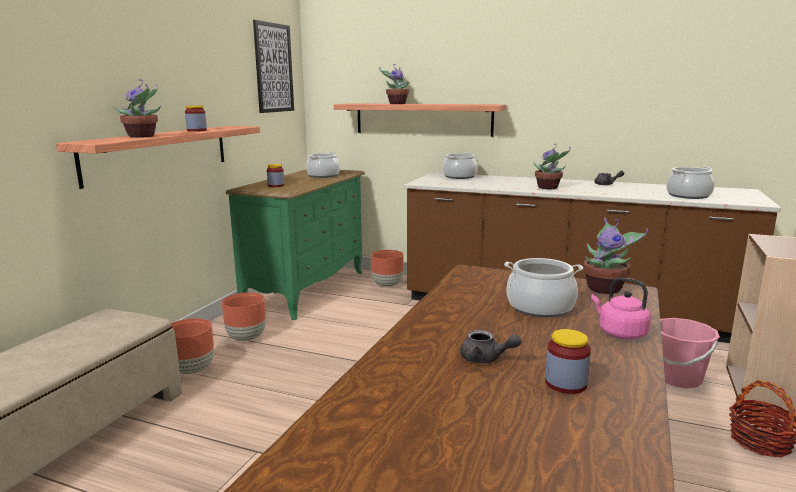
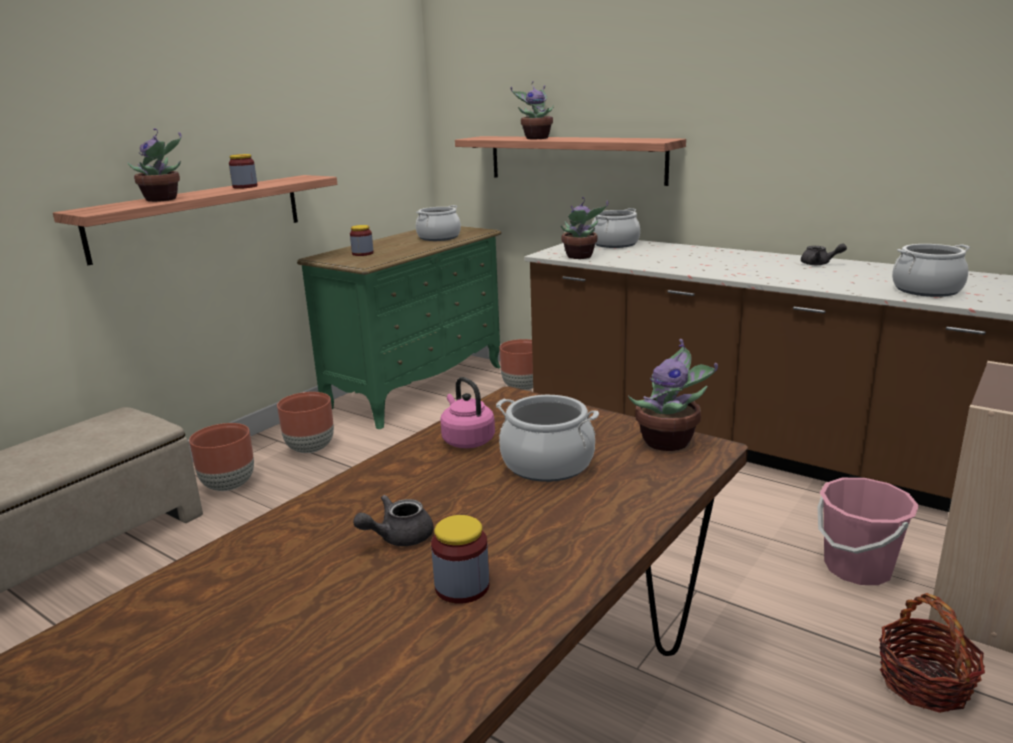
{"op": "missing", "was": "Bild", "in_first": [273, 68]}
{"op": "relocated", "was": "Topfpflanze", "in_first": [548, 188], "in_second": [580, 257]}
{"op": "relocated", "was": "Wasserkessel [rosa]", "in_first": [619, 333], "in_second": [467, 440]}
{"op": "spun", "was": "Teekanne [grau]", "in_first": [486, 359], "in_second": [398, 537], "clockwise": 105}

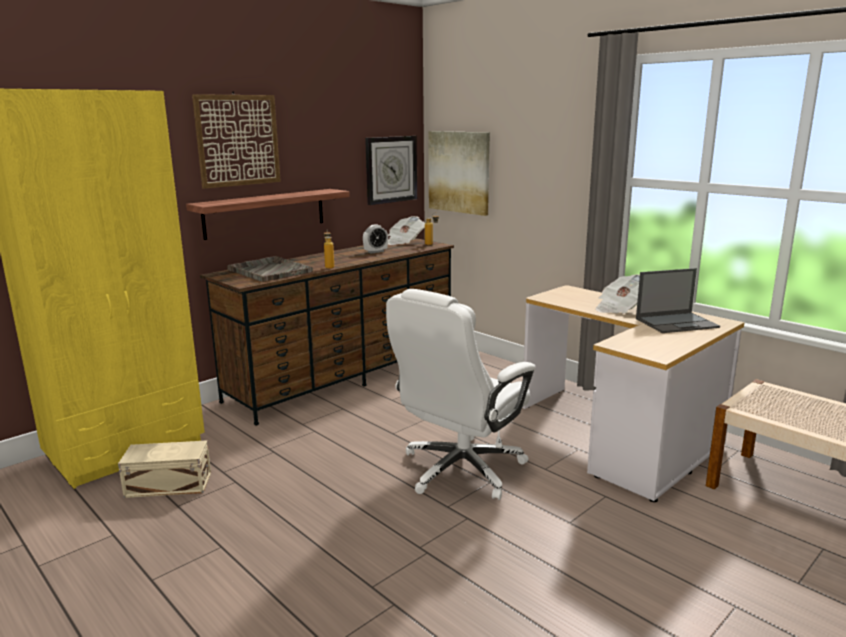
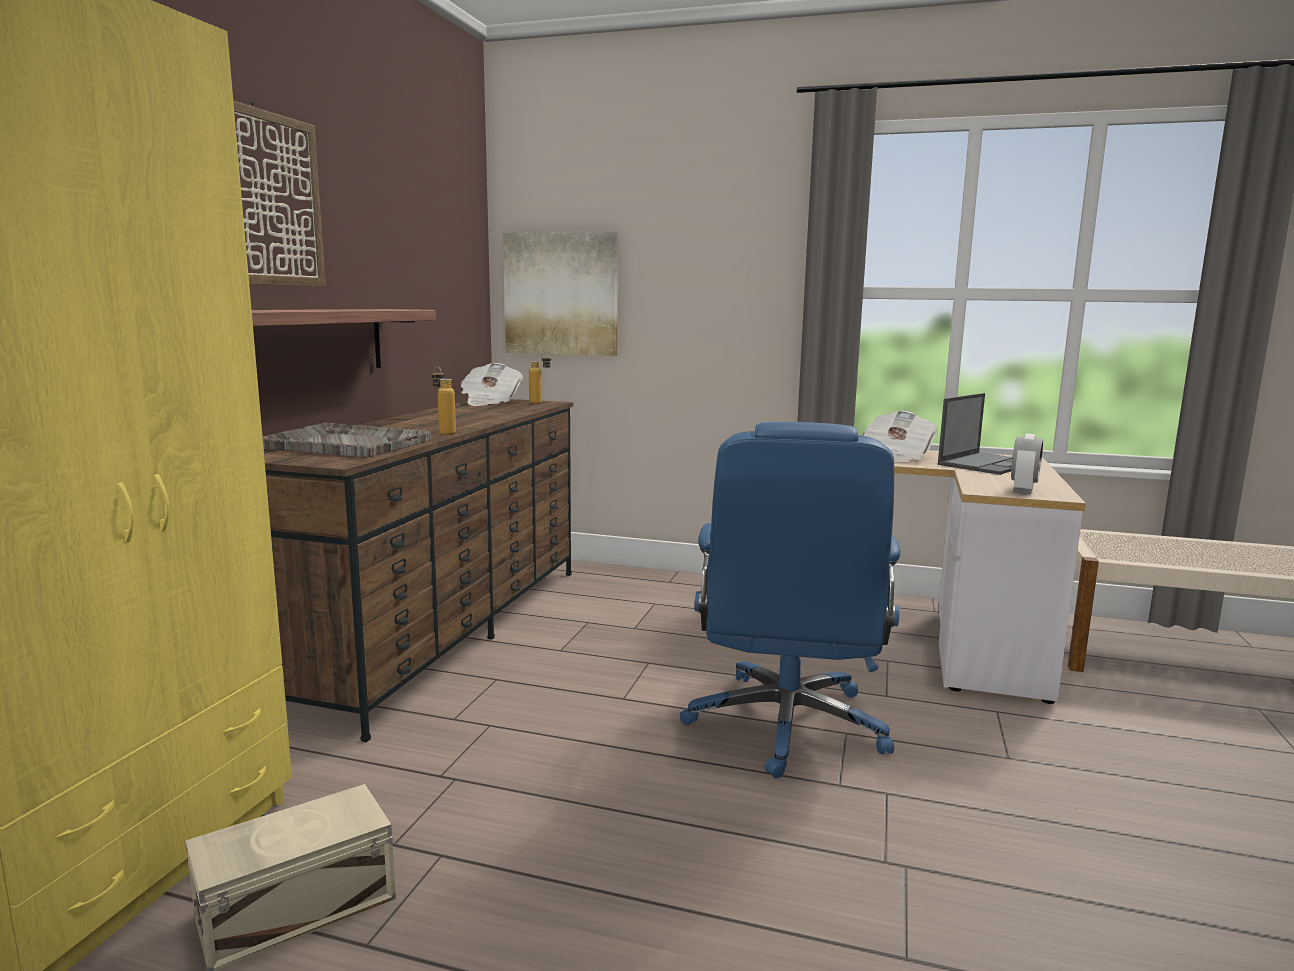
{"op": "missing", "was": "Wanduhr", "in_first": [391, 169]}
{"op": "relocated", "was": "Wecker", "in_first": [375, 252], "in_second": [1023, 490]}
{"op": "colour", "was": "Bürostuhl [weiß]", "now": "Bürostuhl [blau]", "in_first": [460, 470], "in_second": [786, 726]}

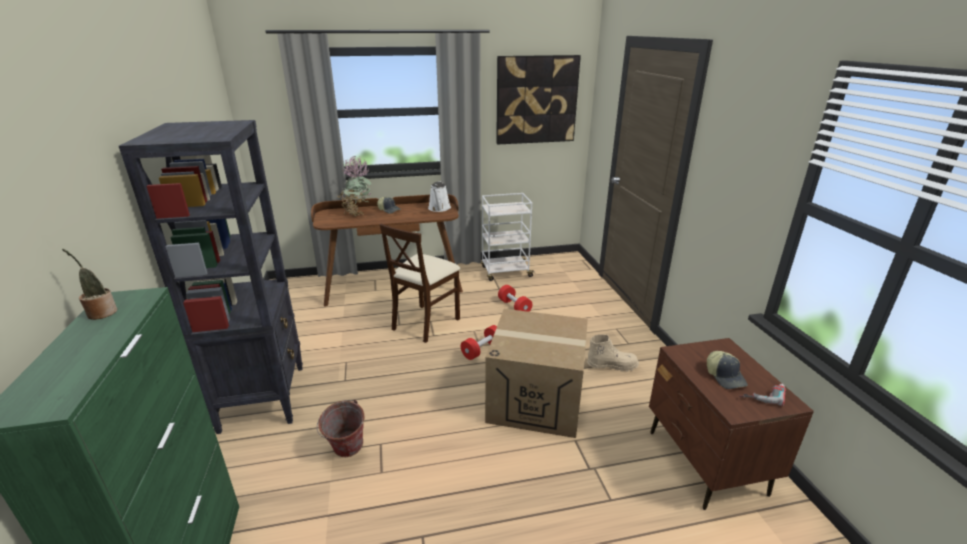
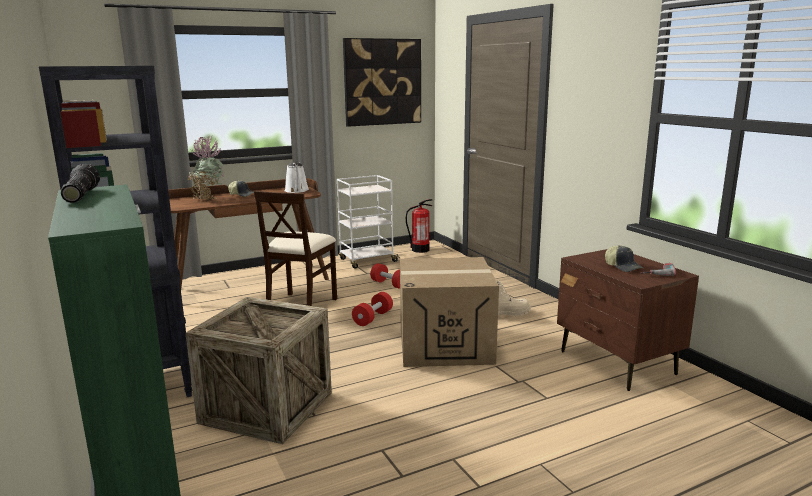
{"op": "appeared", "now": "Feuerlöscher", "in_second": [420, 250]}
{"op": "exchanged", "was": "Topfpflanze", "now": "Taschenlampe", "in_first": [101, 312], "in_second": [80, 195]}
{"op": "exchanged", "was": "Eimer", "now": "Kiste", "in_first": [346, 452], "in_second": [267, 407]}

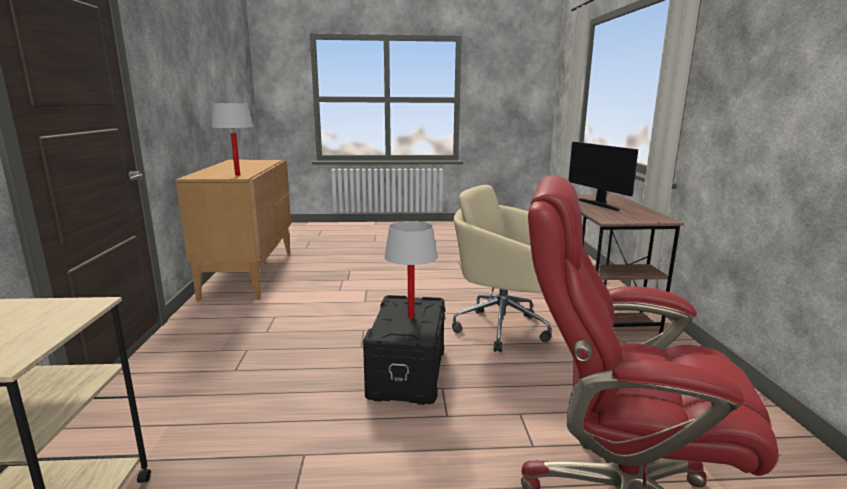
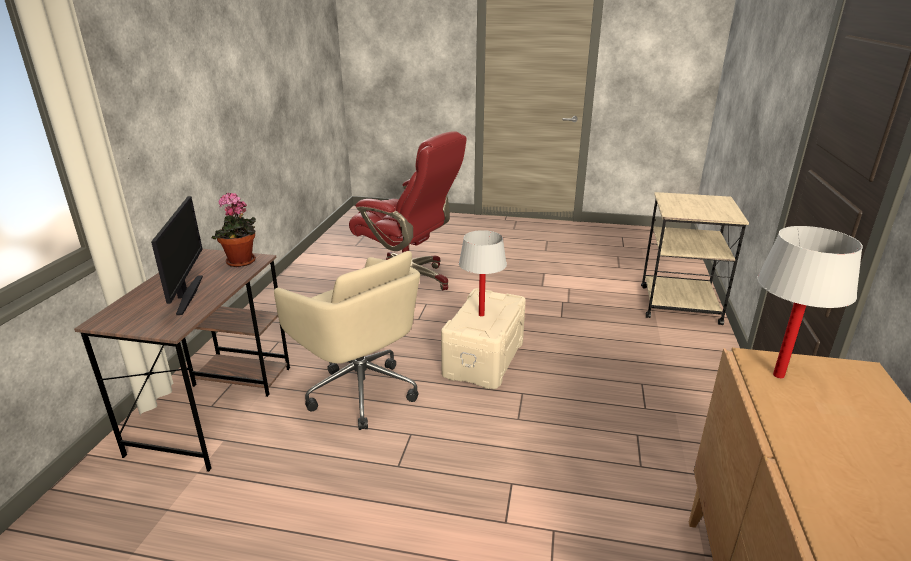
{"op": "appeared", "now": "Topfpflanze", "in_second": [241, 263]}
{"op": "colour", "was": "Aufbewahrungsbox [schwarz]", "now": "Aufbewahrungsbox [beige]", "in_first": [406, 372], "in_second": [485, 359]}

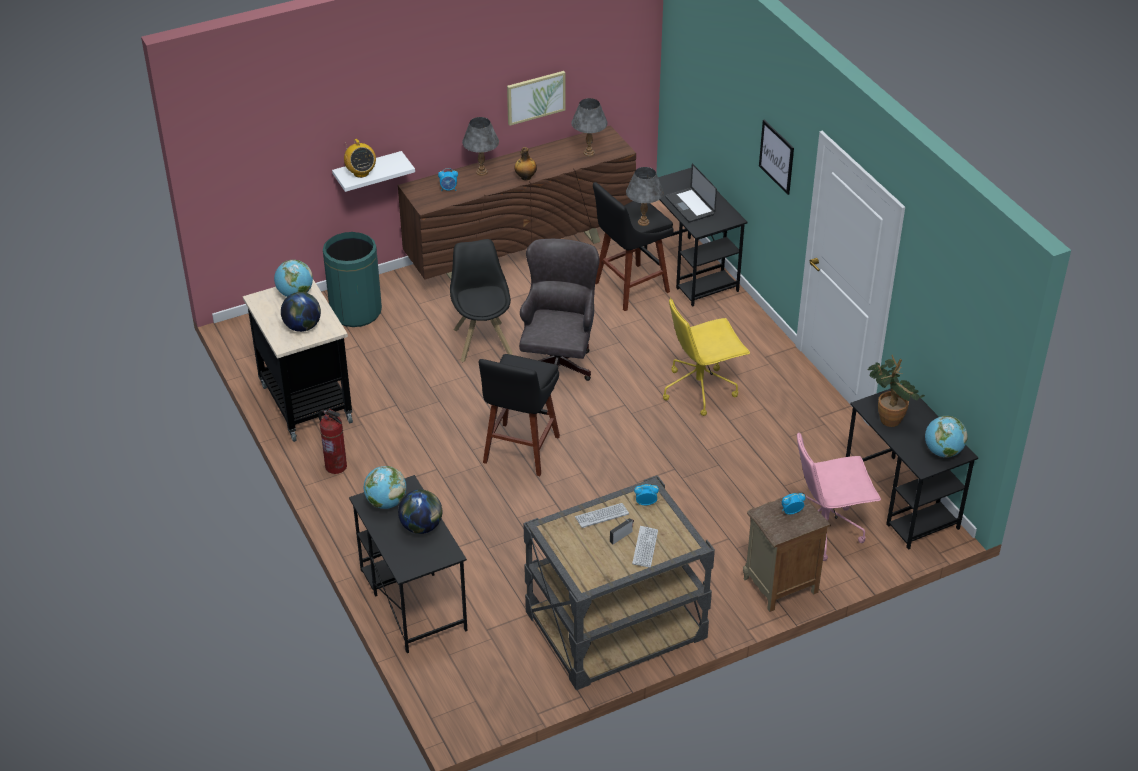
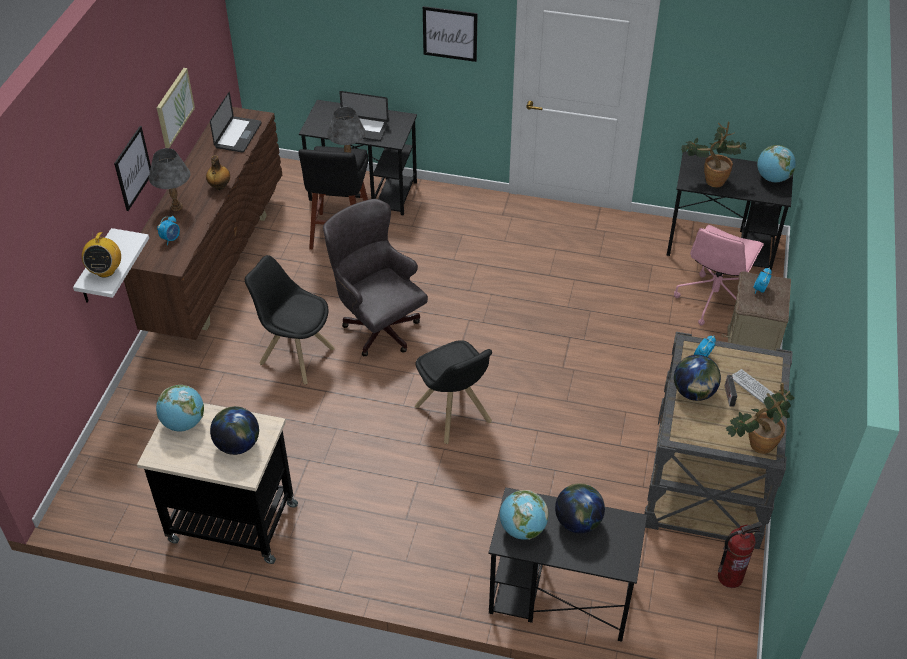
{"op": "missing", "was": "Mülleimer [grün]", "in_first": [355, 311]}
{"op": "missing", "was": "Bürostuhl [gelb]", "in_first": [702, 389]}
{"op": "appeared", "now": "Bild", "in_second": [133, 168]}
{"op": "appeared", "now": "Topfpflanze", "in_second": [755, 445]}
{"op": "relocated", "was": "Feuerlöscher", "in_first": [336, 466], "in_second": [730, 577]}
{"op": "exchanged", "was": "Hocker [schwarz]", "now": "Stuhl [schwarz]", "in_first": [520, 451], "in_second": [453, 414]}
{"op": "exchanged", "was": "Tischlampe [grau]", "now": "Laptop", "in_first": [589, 153], "in_second": [238, 135]}
{"op": "exchanged", "was": "Tastatur", "now": "Globus", "in_first": [601, 516], "in_second": [694, 392]}
{"op": "spun", "was": "Radio", "in_first": [361, 173], "in_second": [105, 271], "clockwise": 75}

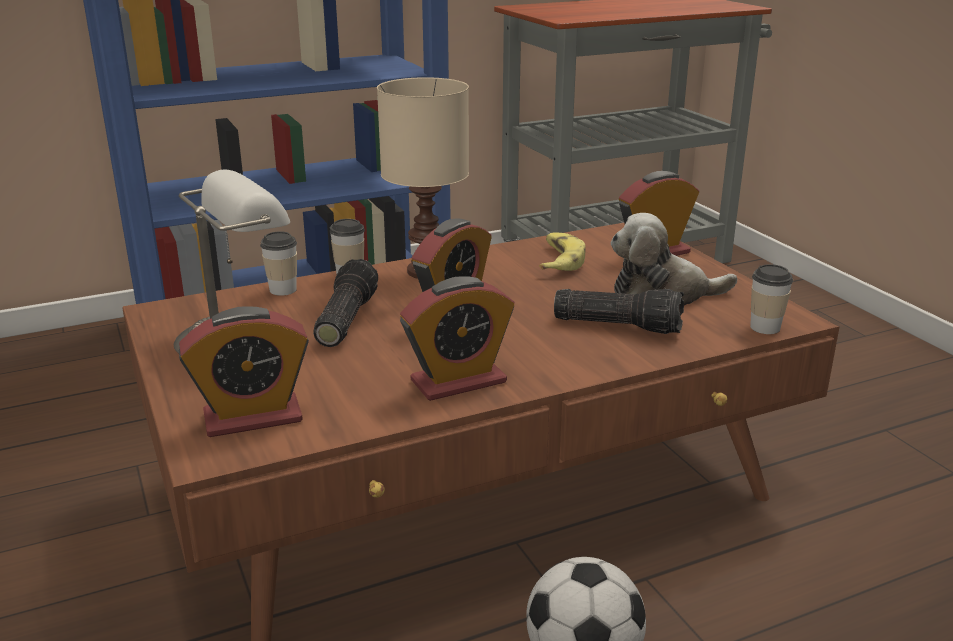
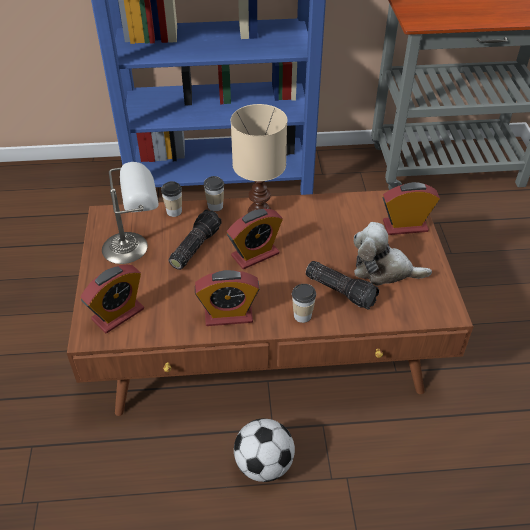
{"op": "missing", "was": "Banane", "in_first": [559, 260]}
{"op": "relocated", "was": "Tasse", "in_first": [765, 327], "in_second": [302, 315]}
{"op": "spun", "was": "Wecker", "in_first": [253, 417], "in_second": [118, 314], "clockwise": -45}

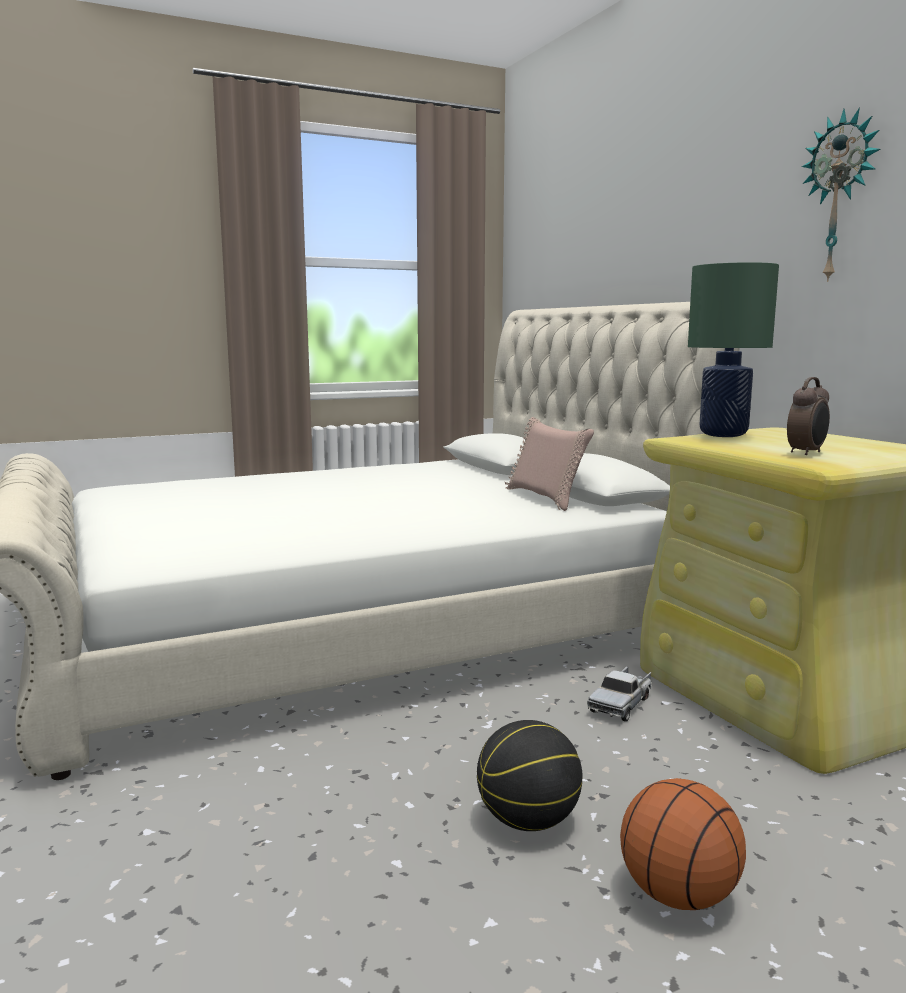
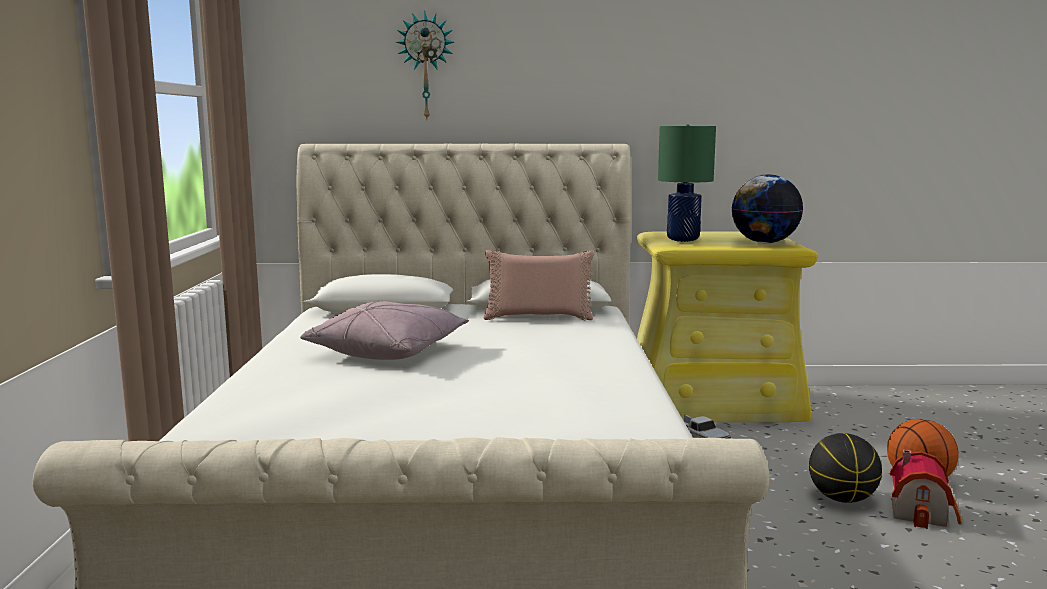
{"op": "appeared", "now": "Kissen [lila]", "in_second": [388, 351]}
{"op": "appeared", "now": "Spielzeughaus", "in_second": [922, 512]}
{"op": "relocated", "was": "Wanduhr", "in_first": [840, 197], "in_second": [426, 67]}
{"op": "exchanged", "was": "Wecker", "now": "Globus", "in_first": [807, 453], "in_second": [764, 242]}

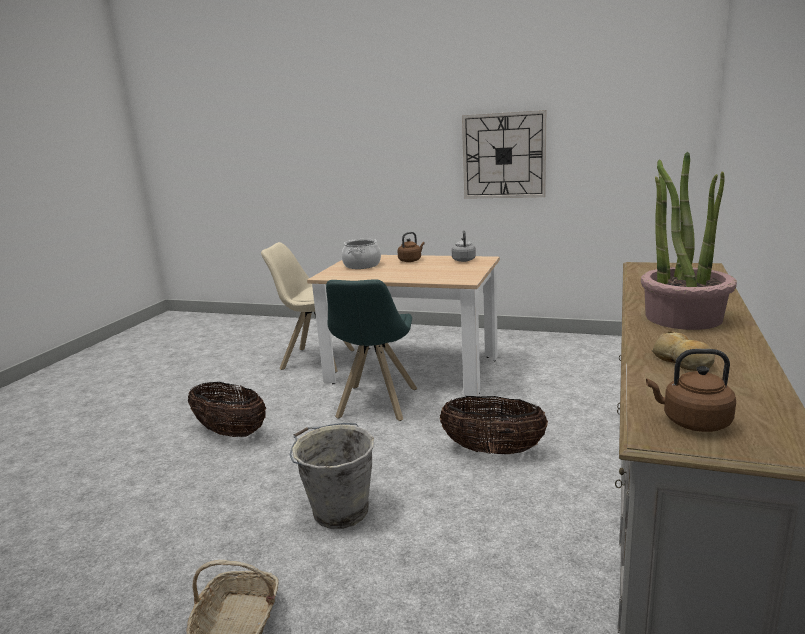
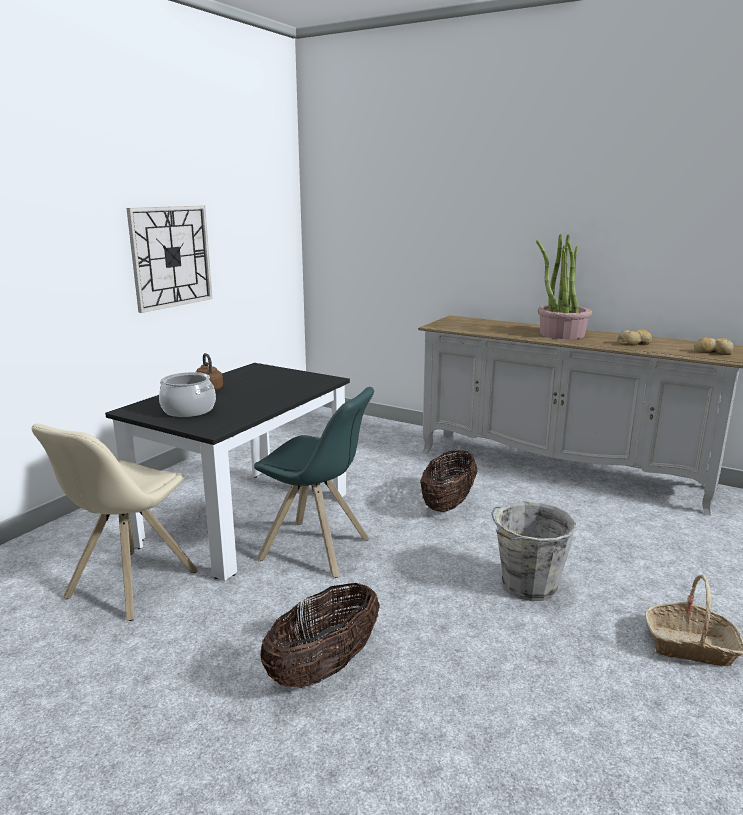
{"op": "missing", "was": "Wasserkessel [grau]", "in_first": [463, 260]}
{"op": "exchanged", "was": "Wasserkessel [braun]", "now": "Brot", "in_first": [692, 422], "in_second": [712, 352]}
{"op": "colour", "was": "Esstisch [beige]", "now": "Esstisch [schwarz]", "in_first": [412, 370], "in_second": [246, 519]}

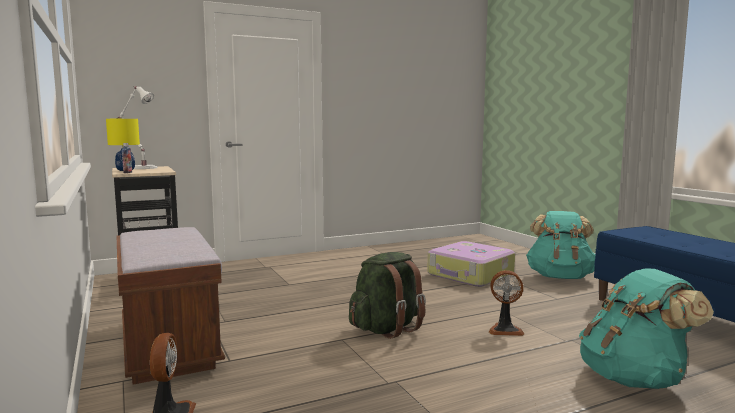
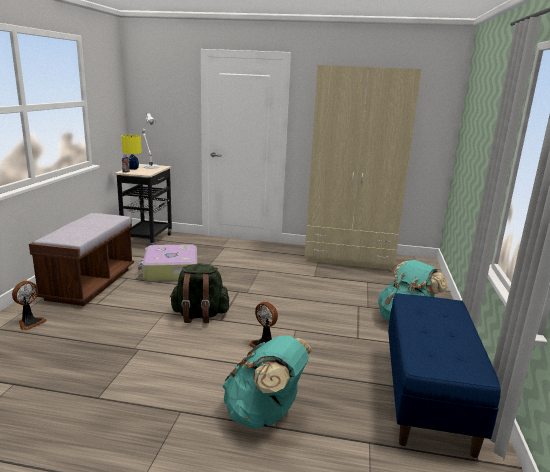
{"op": "appeared", "now": "Kleiderschrank [beige]", "in_second": [349, 258]}
{"op": "relocated", "was": "Koffer", "in_first": [470, 275], "in_second": [170, 271]}

